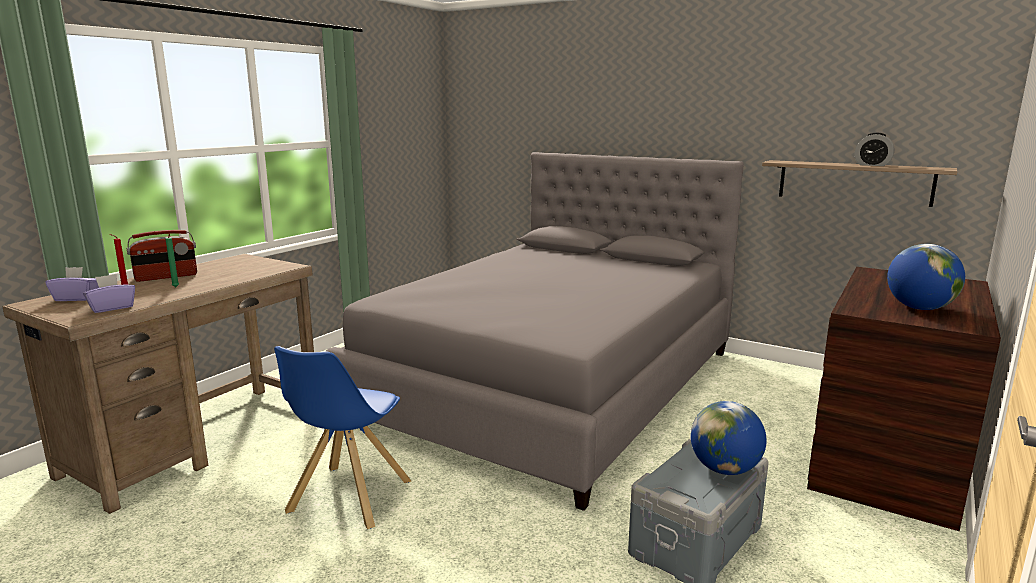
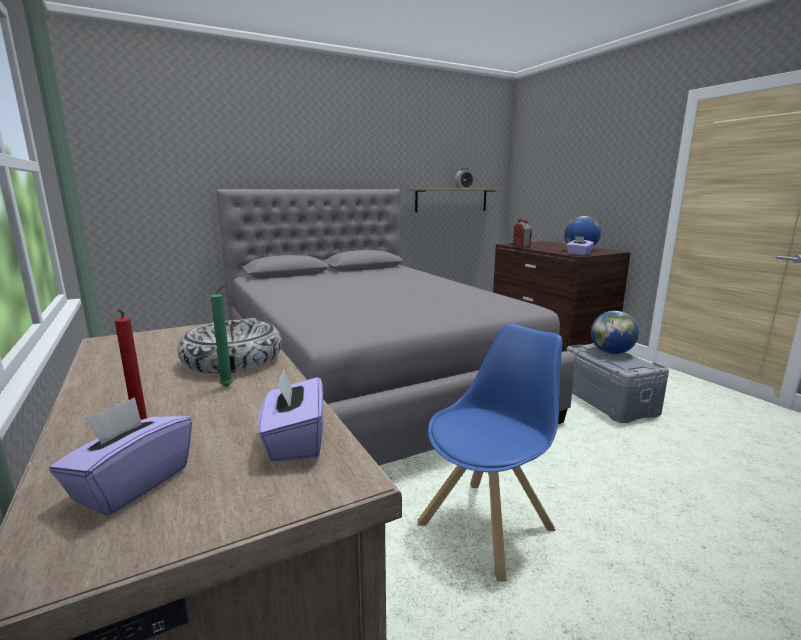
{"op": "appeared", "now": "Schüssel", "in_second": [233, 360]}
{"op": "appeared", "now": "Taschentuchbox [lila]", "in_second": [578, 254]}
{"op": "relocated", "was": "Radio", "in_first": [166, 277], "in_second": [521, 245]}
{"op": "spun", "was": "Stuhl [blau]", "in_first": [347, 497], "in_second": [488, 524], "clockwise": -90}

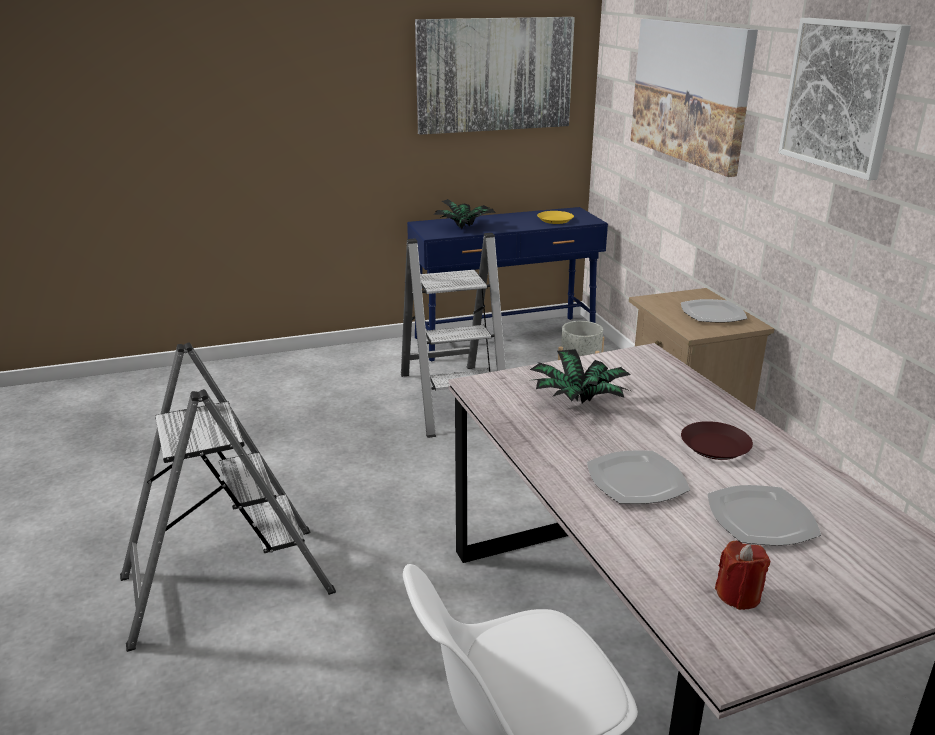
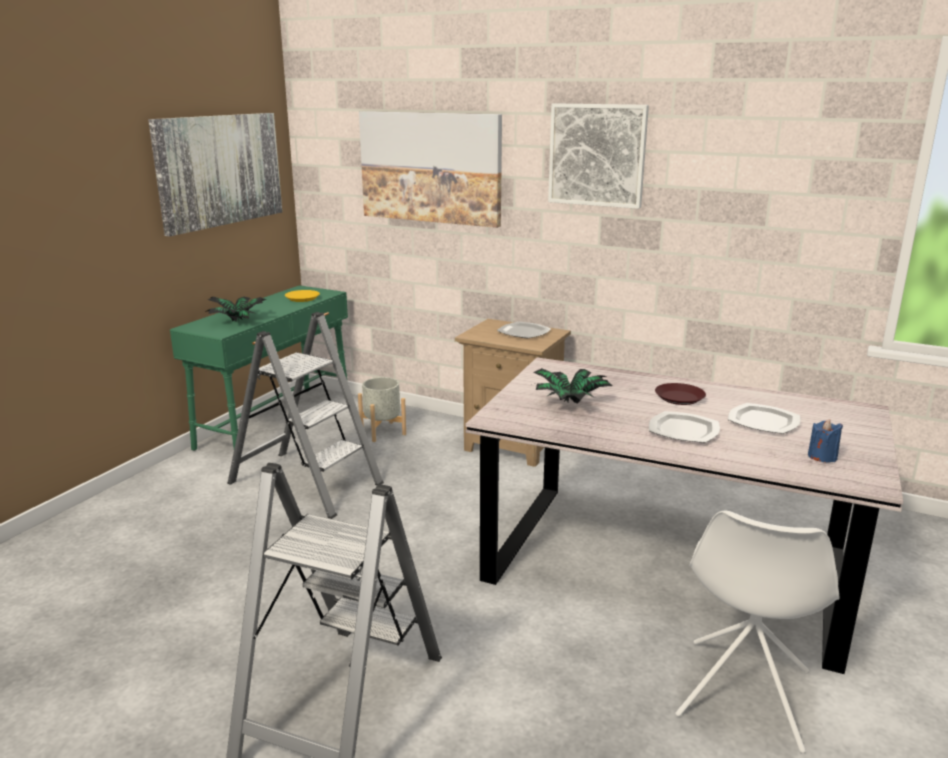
{"op": "colour", "was": "Konsolentisch [blau]", "now": "Konsolentisch [grün]", "in_first": [505, 339], "in_second": [277, 423]}
{"op": "colour", "was": "Kerze [rot]", "now": "Kerze [blau]", "in_first": [738, 595], "in_second": [822, 457]}

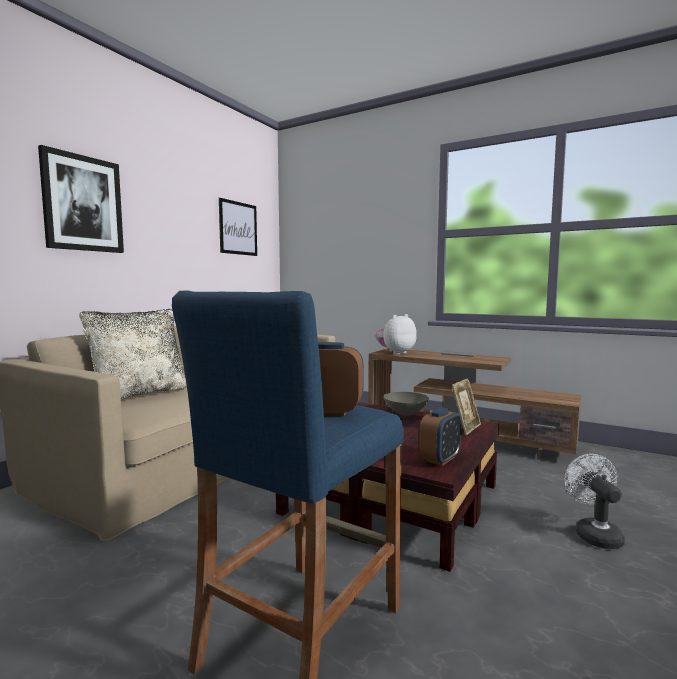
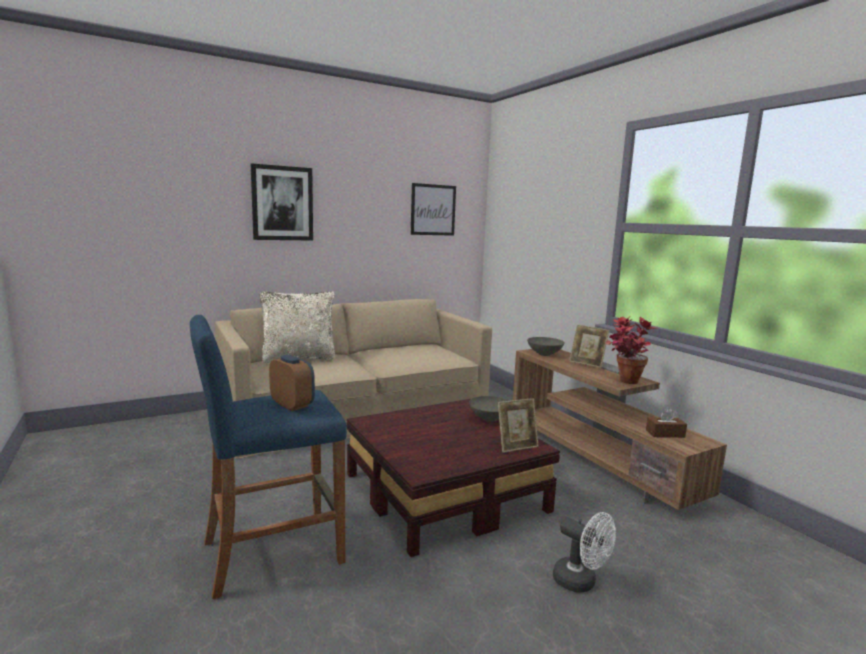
{"op": "missing", "was": "Wecker", "in_first": [440, 459]}
{"op": "appeared", "now": "Bilderrahmen", "in_second": [587, 363]}
{"op": "appeared", "now": "Topfpflanze", "in_second": [623, 382]}
{"op": "appeared", "now": "Taschentuchbox [braun]", "in_second": [665, 434]}
{"op": "exchanged", "was": "Plüschtier", "now": "Schüssel [grau]", "in_first": [395, 353], "in_second": [544, 354]}
{"op": "spun", "was": "Ventilator [weiß]", "in_first": [594, 533], "in_second": [580, 582], "clockwise": 105}

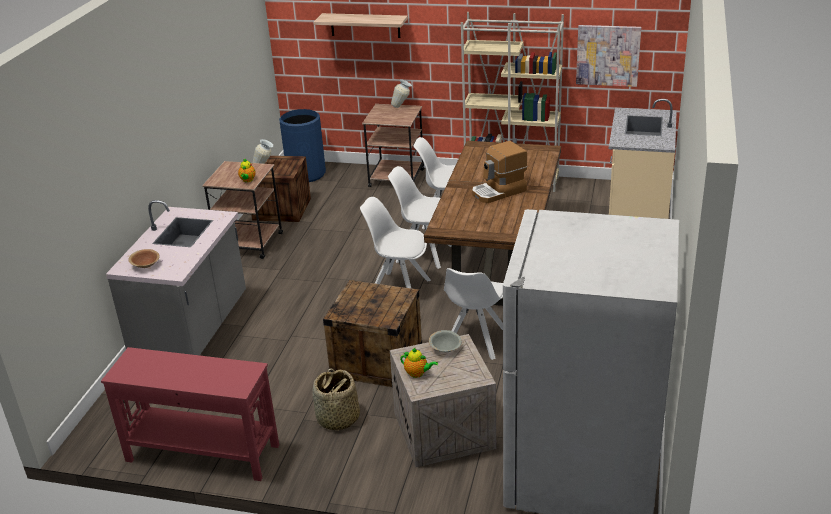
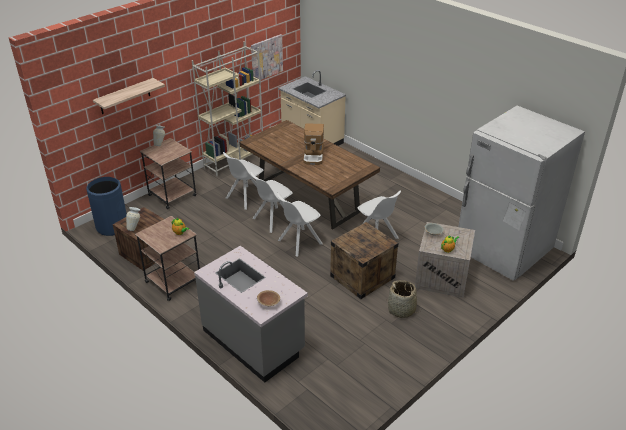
{"op": "missing", "was": "Konsolentisch [rot]", "in_first": [202, 452]}

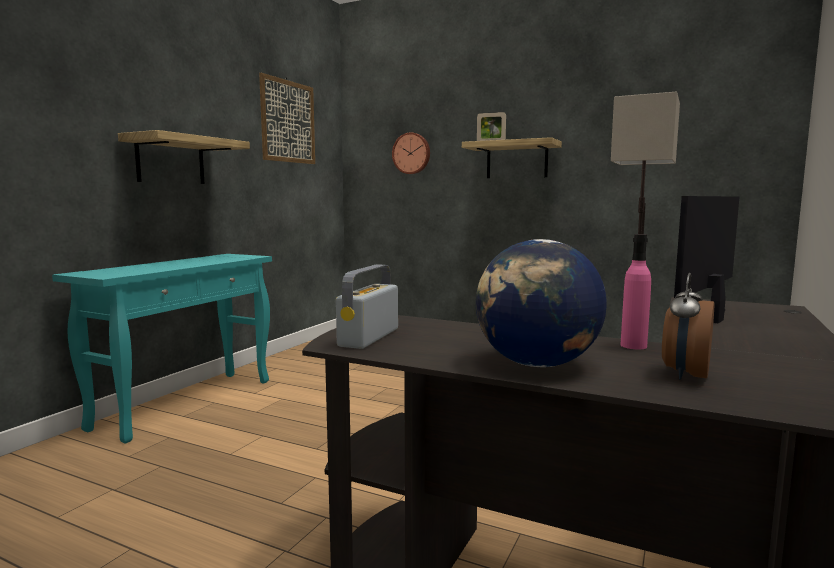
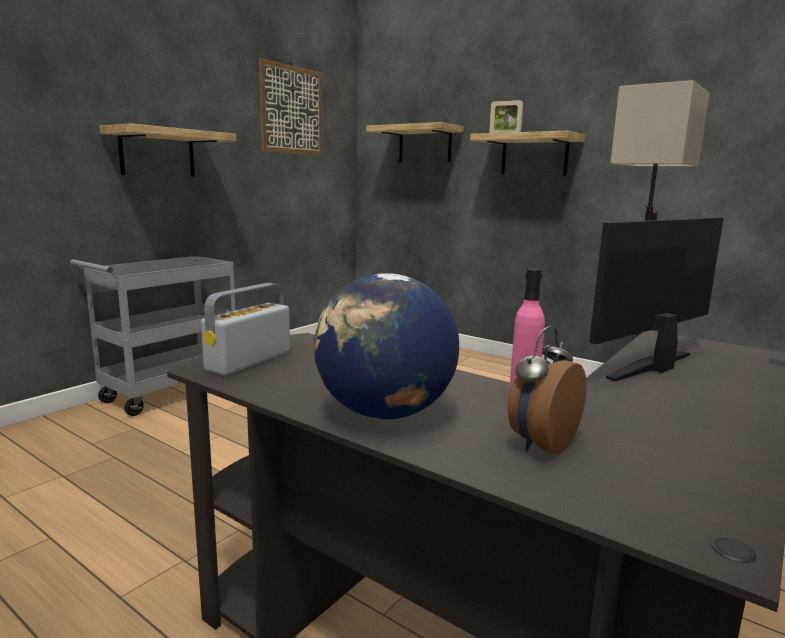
{"op": "exchanged", "was": "Konsolentisch [türkis]", "now": "Rollwagen [grau]", "in_first": [187, 403], "in_second": [167, 394]}
{"op": "exchanged", "was": "Wanduhr", "now": "Wandregal", "in_first": [412, 153], "in_second": [425, 145]}

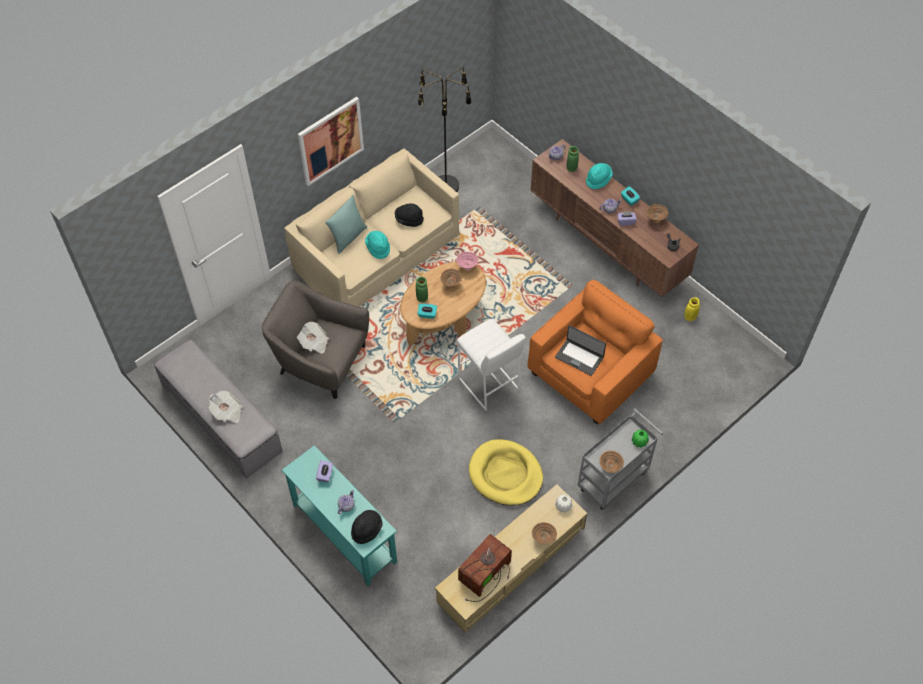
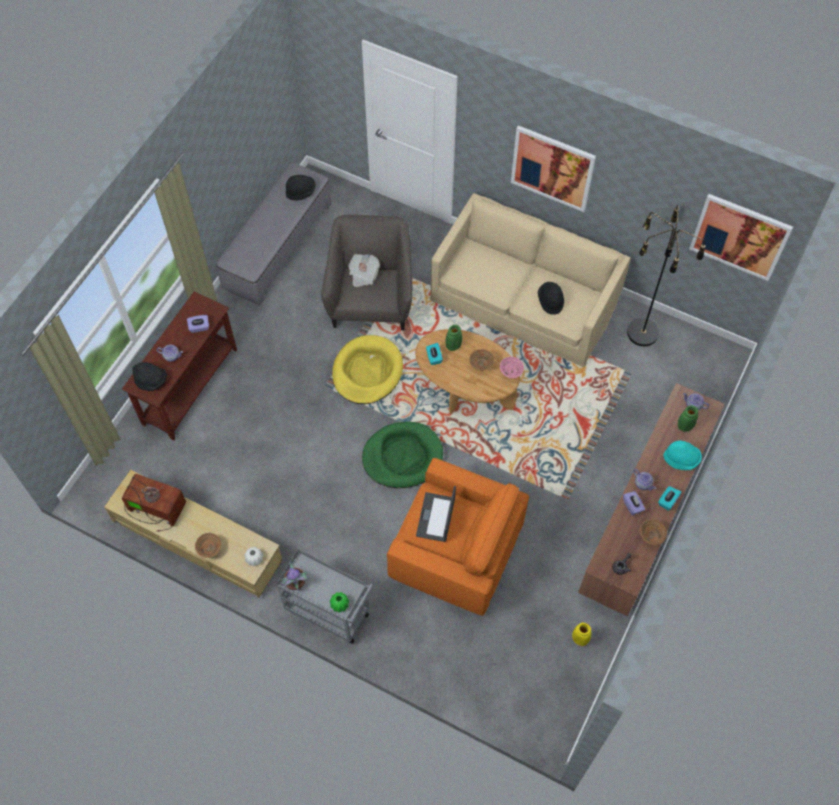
{"op": "missing", "was": "Zeitung", "in_first": [227, 412]}
{"op": "missing", "was": "Kissen [türkis]", "in_first": [348, 237]}
{"op": "missing", "was": "Hut [türkis]", "in_first": [378, 248]}
{"op": "appeared", "now": "Hut [schwarz]", "in_second": [301, 192]}
{"op": "appeared", "now": "Bild", "in_second": [739, 236]}
{"op": "relocated", "was": "Hundebett [gelb]", "in_first": [505, 474], "in_second": [367, 372]}
{"op": "exchanged", "was": "Hocker [weiß]", "now": "Hundebett [grün]", "in_first": [489, 385], "in_second": [402, 457]}
{"op": "exchanged", "was": "Schüssel [braun]", "now": "Topfpflanze", "in_first": [610, 468], "in_second": [295, 583]}
{"op": "colour", "was": "Konsolentisch [türkis]", "now": "Konsolentisch [braun]", "in_first": [344, 533], "in_second": [190, 386]}

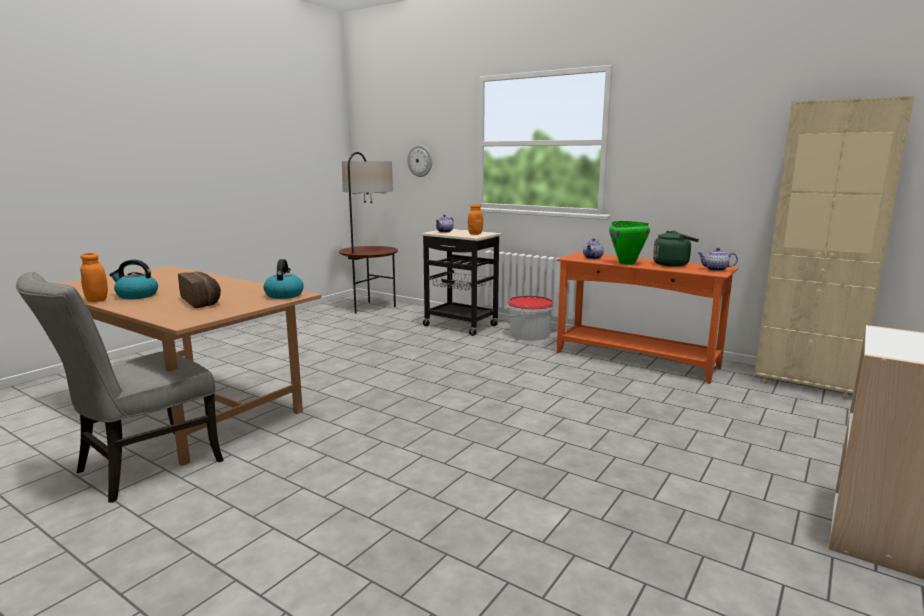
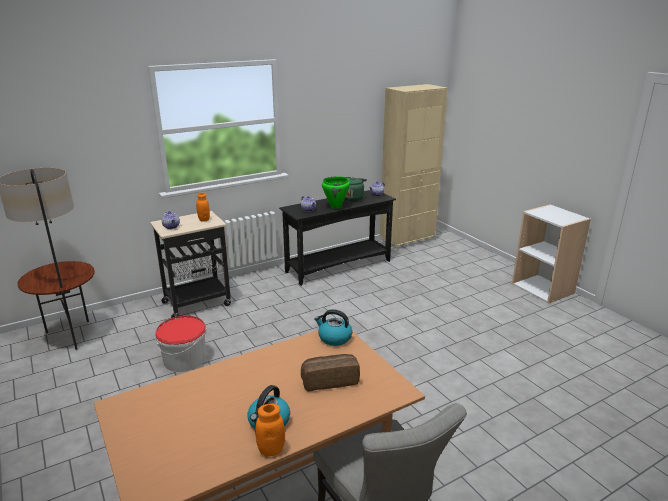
{"op": "missing", "was": "Wanduhr", "in_first": [420, 160]}
{"op": "relocated", "was": "Eimer", "in_first": [529, 334], "in_second": [185, 359]}
{"op": "colour", "was": "Konsolentisch [orange]", "now": "Konsolentisch [schwarz]", "in_first": [636, 360], "in_second": [338, 266]}

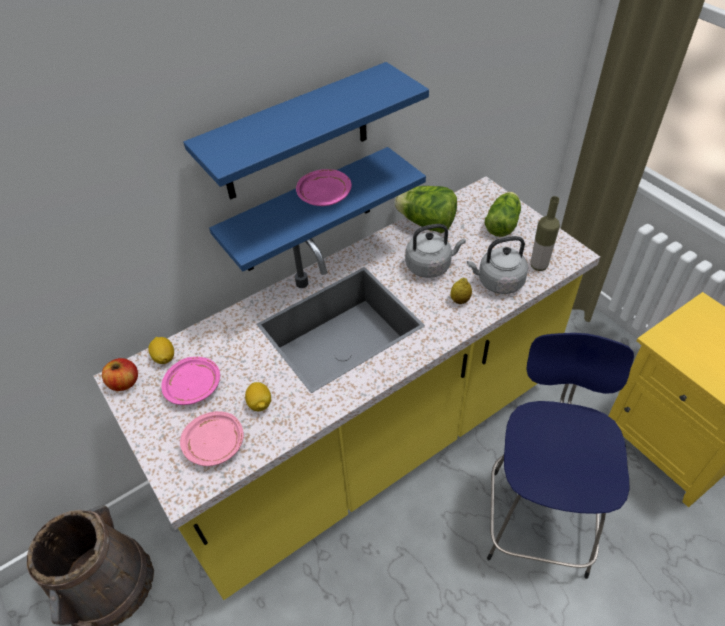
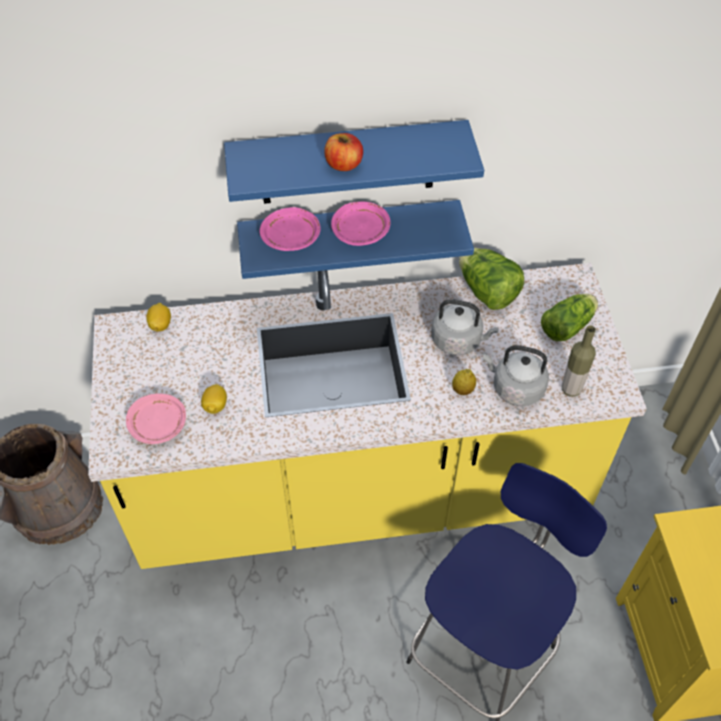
{"op": "relocated", "was": "Apfel", "in_first": [124, 382], "in_second": [344, 164]}
{"op": "relocated", "was": "Teller [rosa]", "in_first": [194, 386], "in_second": [291, 237]}

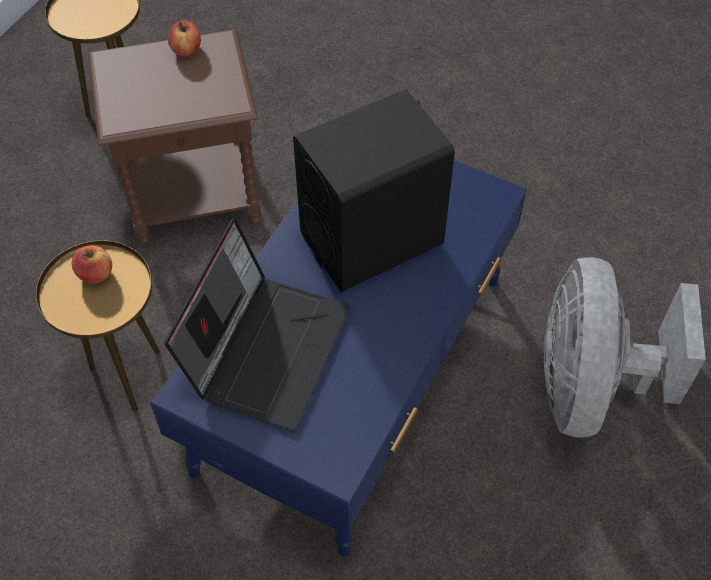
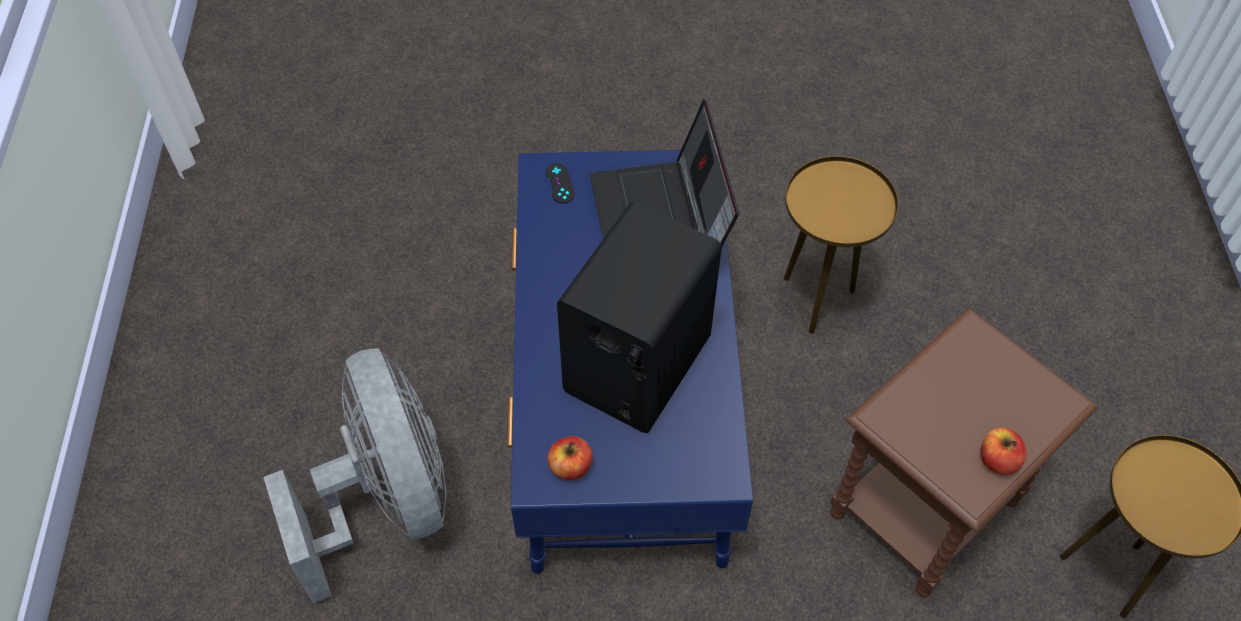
{"op": "appeared", "now": "Gamepad [schwarz]", "in_second": [560, 183]}
{"op": "relocated", "was": "Apfel", "in_first": [95, 273], "in_second": [570, 467]}

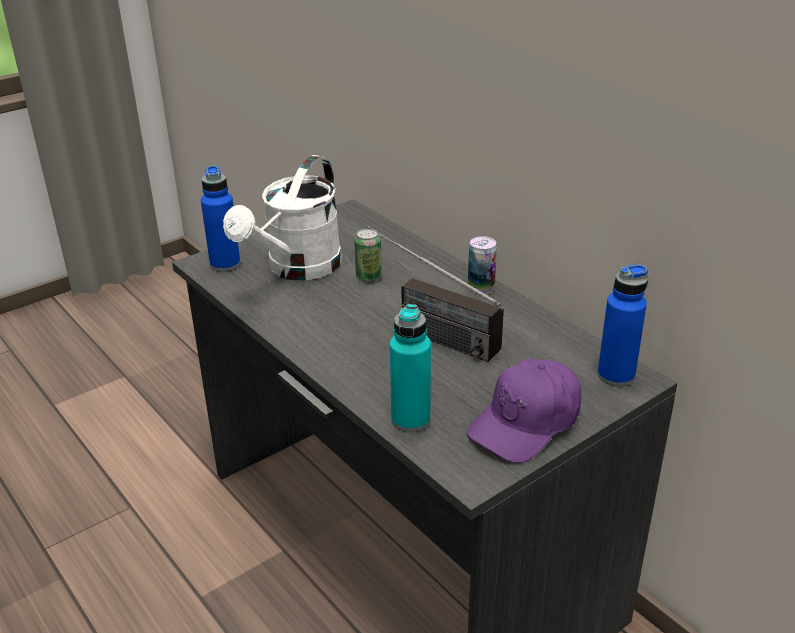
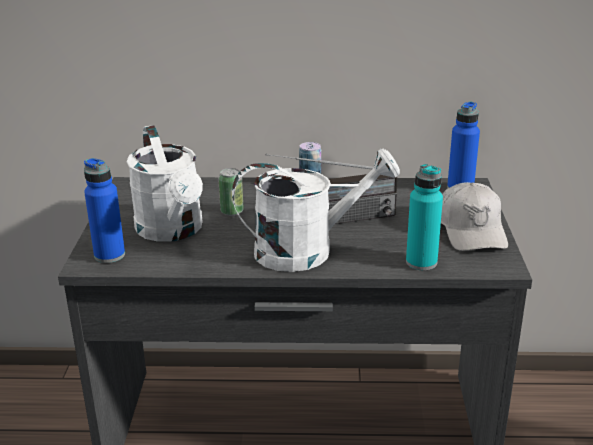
{"op": "appeared", "now": "Gießkanne [weiß]", "in_second": [307, 250]}
{"op": "colour", "was": "Kappe [lila]", "now": "Kappe [weiß]", "in_first": [526, 423], "in_second": [472, 230]}

